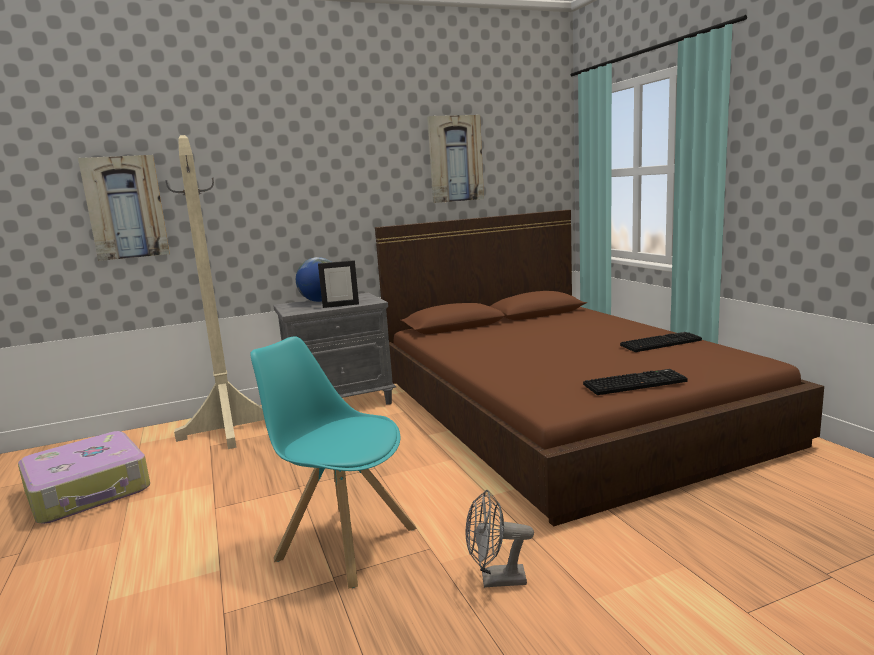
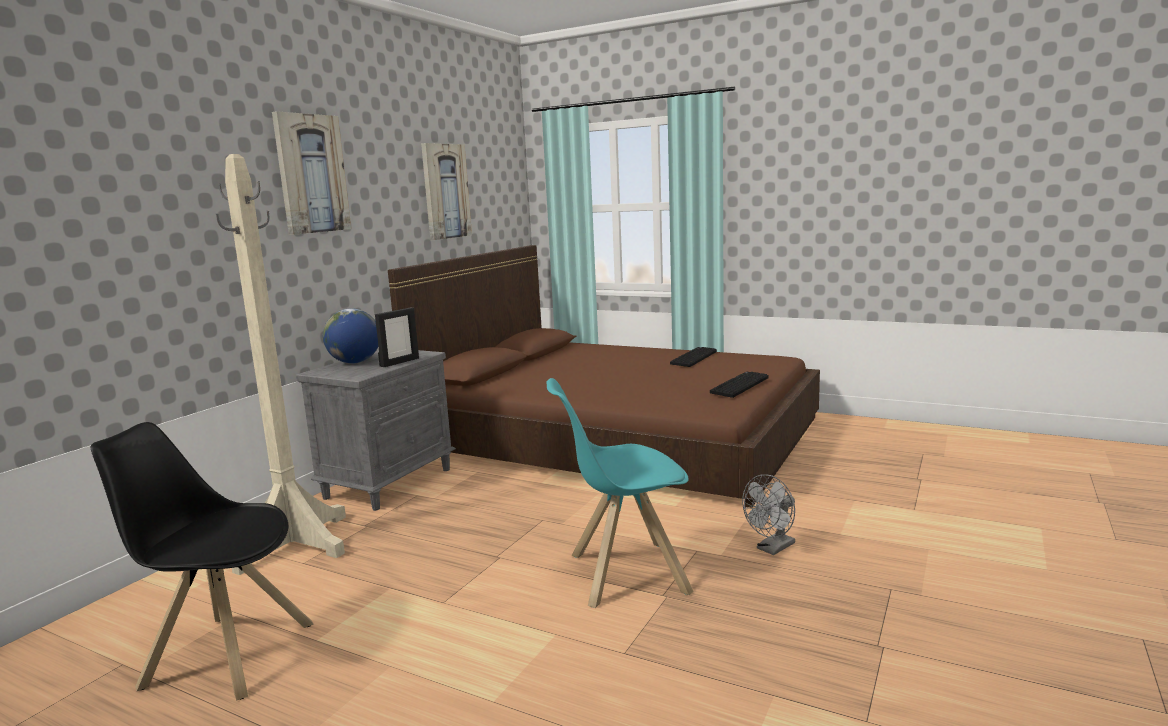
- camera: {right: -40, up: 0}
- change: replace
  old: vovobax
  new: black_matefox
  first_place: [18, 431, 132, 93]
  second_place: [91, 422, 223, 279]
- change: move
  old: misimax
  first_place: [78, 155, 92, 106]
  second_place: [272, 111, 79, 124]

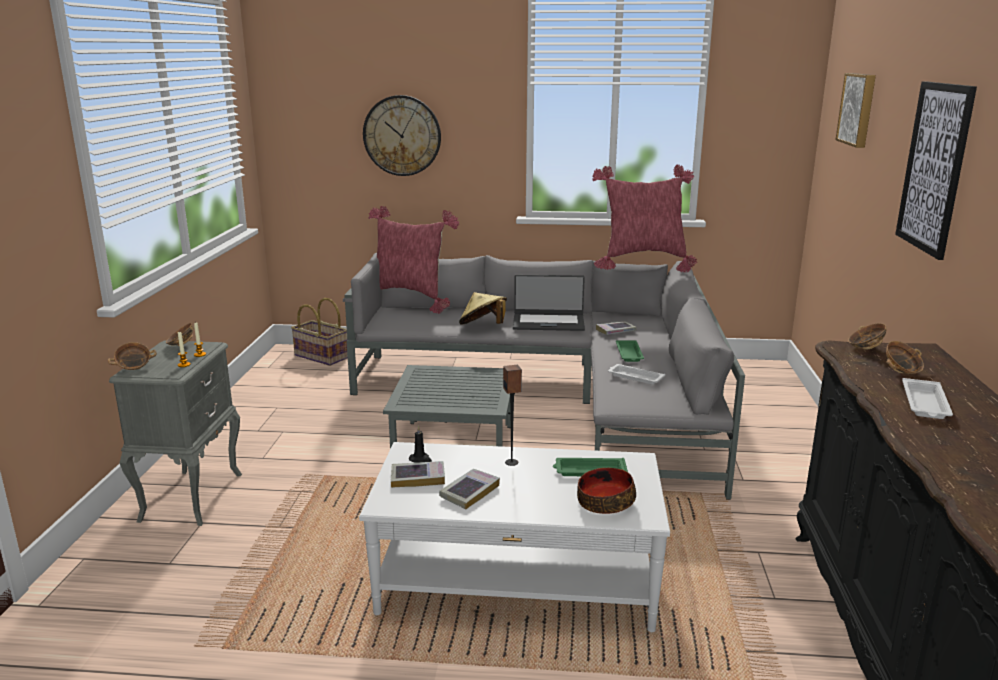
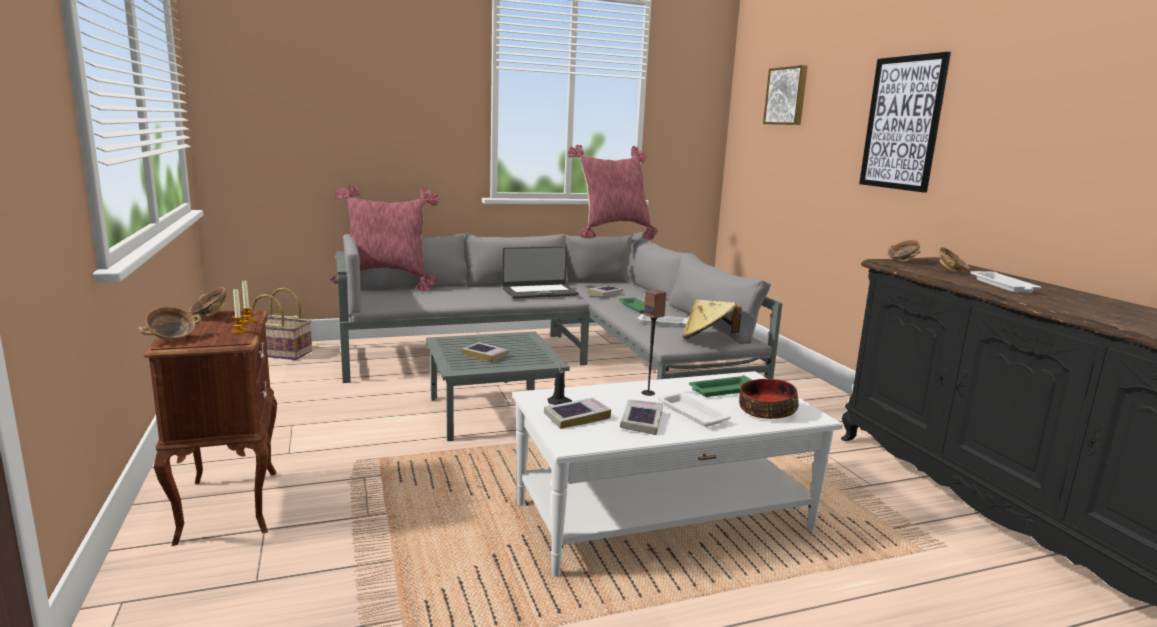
- camera: {right: -25, up: -5}
- change: recolor
  old: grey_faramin
  new: brown_faramin
  first_place: [109, 340, 133, 186]
  second_place: [144, 310, 133, 236]
- change: delete
  old: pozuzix
  first_place: [363, 95, 78, 81]
- change: move
  old: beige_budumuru
  first_place: [459, 292, 48, 33]
  second_place: [682, 300, 60, 39]
- change: insert
  new: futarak
  second_place: [462, 342, 47, 20]
- change: insert
  new: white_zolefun
  second_place: [658, 393, 73, 34]

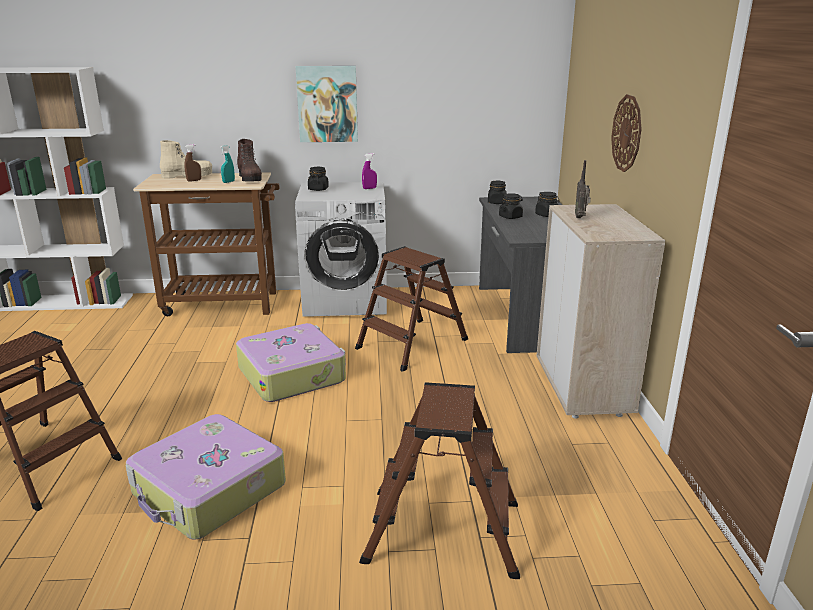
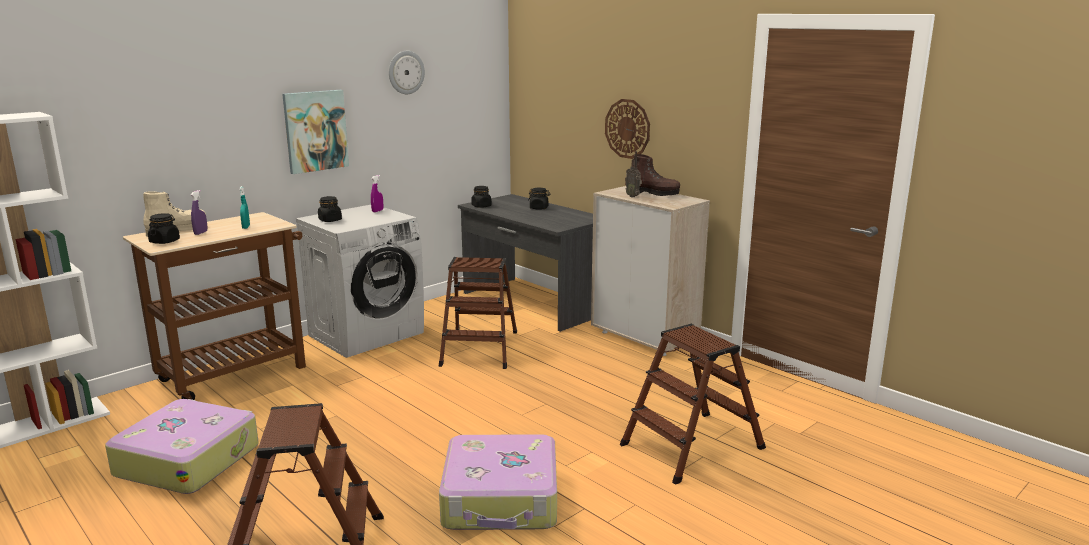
- camera: {right: -40, up: -5}
- change: recolor
  old: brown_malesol
  new: purple_malesol
  first_place: [185, 144, 16, 38]
  second_place: [191, 190, 16, 45]
- change: move
  old: vovobax
  first_place: [236, 323, 110, 79]
  second_place: [105, 399, 154, 95]
- change: move
  old: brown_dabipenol
  first_place: [237, 139, 25, 43]
  second_place: [633, 154, 47, 42]
- change: move
  old: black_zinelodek
  first_place: [499, 193, 24, 26]
  second_place: [148, 213, 32, 31]
- change: insert
  new: pozuzix
  second_place: [389, 51, 36, 43]

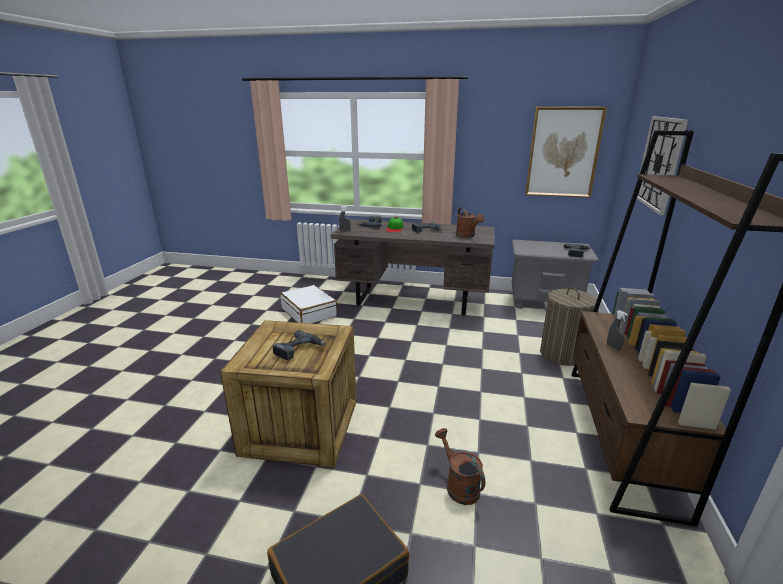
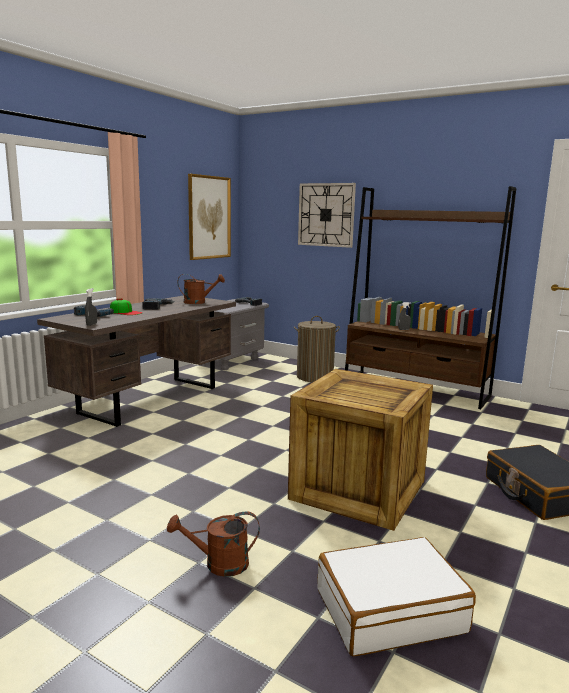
- camera: {right: -70, up: -10}
- change: delete
  old: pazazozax
  first_place: [272, 330, 54, 30]
- change: move
  old: white_vovobax
  first_place: [280, 285, 57, 38]
  second_place: [317, 537, 159, 120]
- change: move
  old: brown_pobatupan
  first_place: [435, 428, 50, 77]
  second_place: [167, 511, 93, 66]

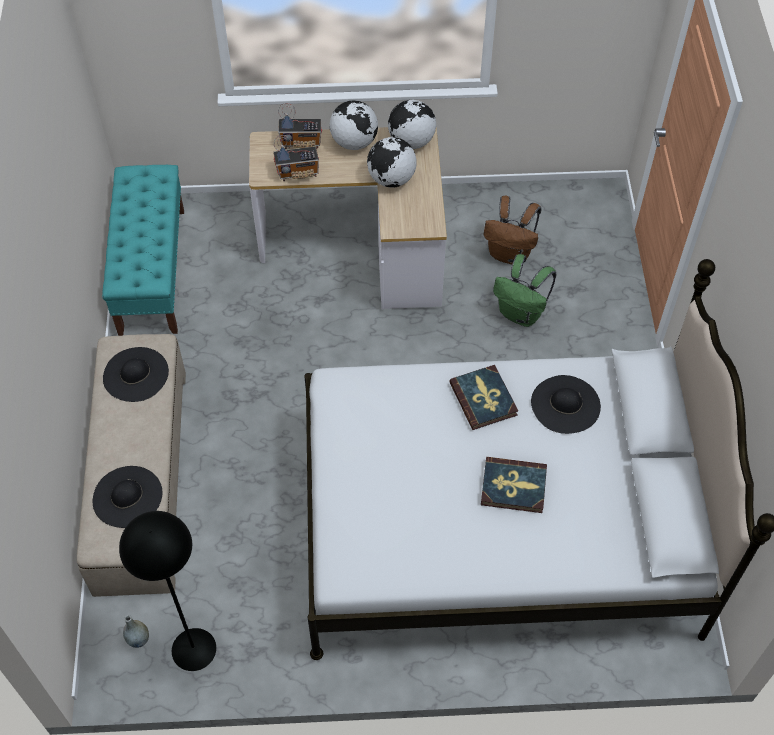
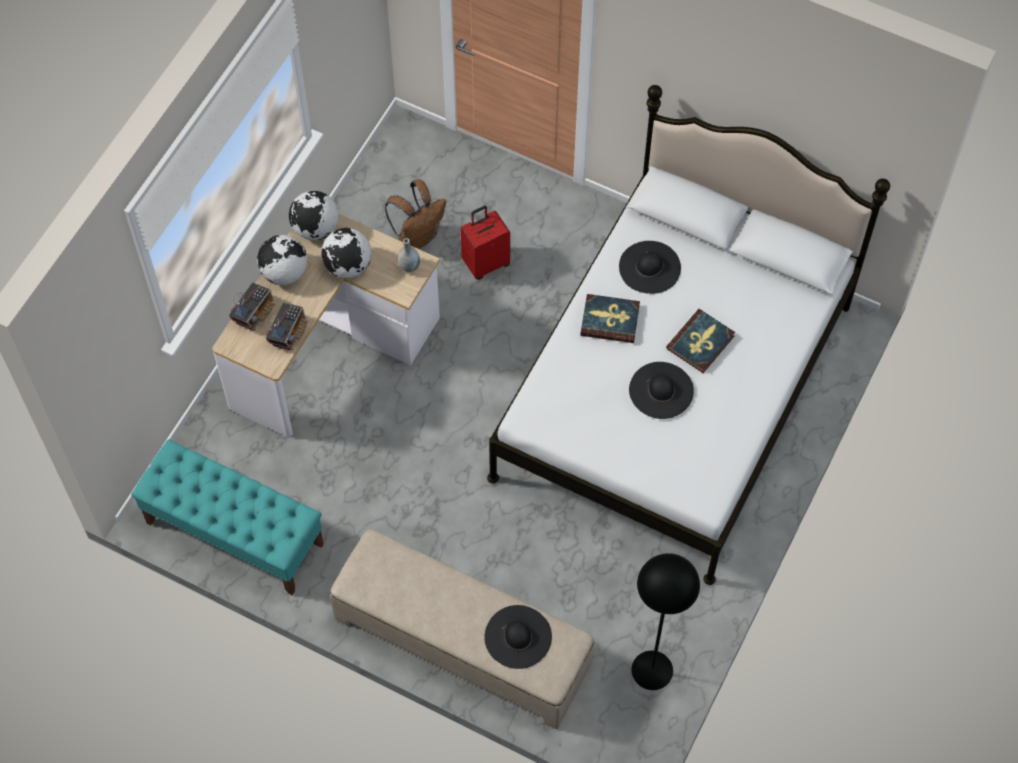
- camera: {right: -60, up: 5}
- change: move
  old: black_budumuru
  first_place: [103, 347, 66, 55]
  second_place: [629, 362, 65, 57]
- change: move
  old: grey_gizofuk
  first_place: [123, 615, 26, 33]
  second_place: [398, 238, 22, 34]
- change: replace
  old: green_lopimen
  new: red_vovobax
  first_place: [493, 254, 64, 73]
  second_place: [460, 206, 50, 74]

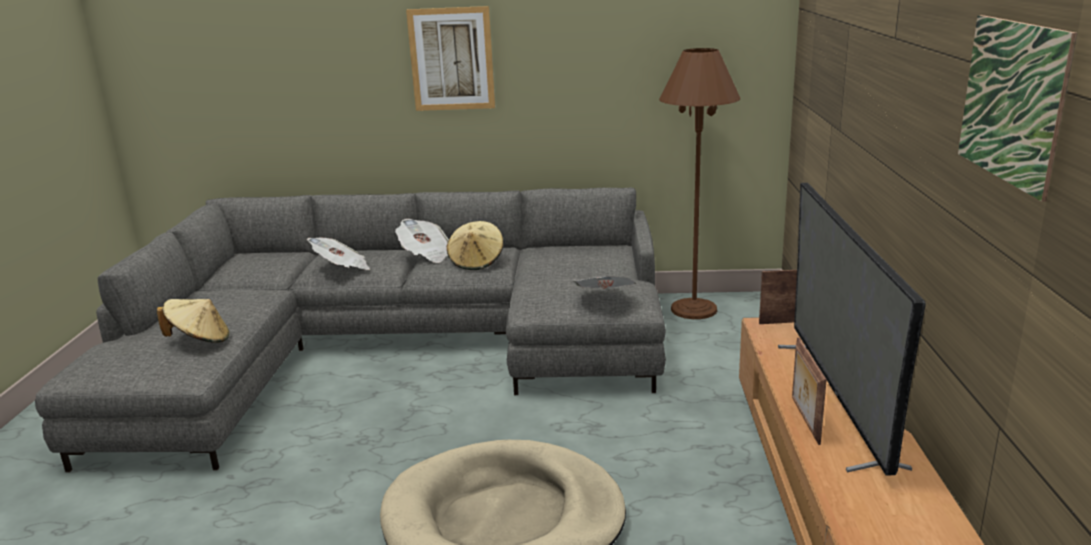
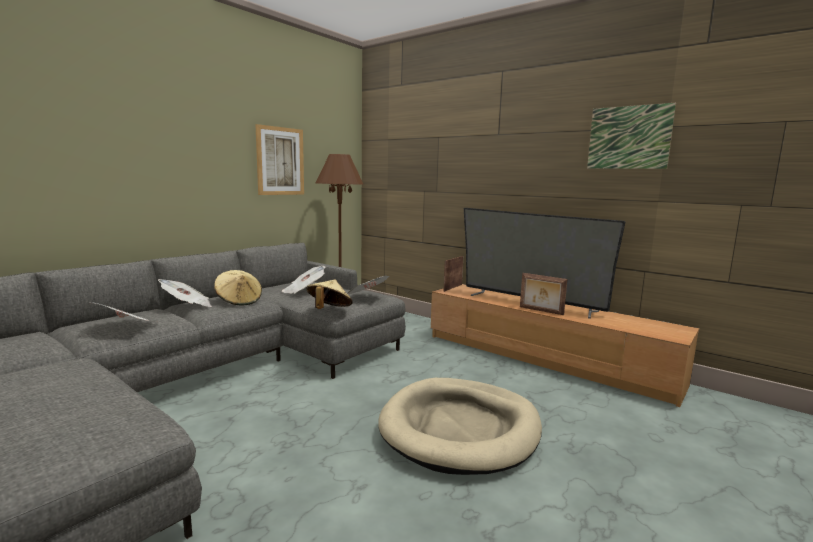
- camera: {right: -55, up: -10}
- change: move
  old: beige_budumuru
  first_place: [157, 299, 73, 44]
  second_place: [306, 280, 47, 29]
- change: move
  old: misimax
  first_place: [406, 6, 89, 105]
  second_place: [255, 124, 49, 71]
- change: insert
  new: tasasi
  second_place: [282, 266, 44, 28]

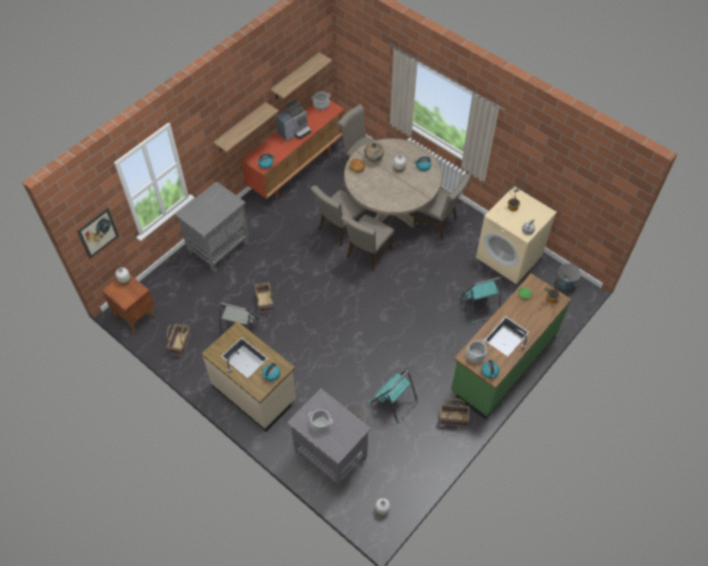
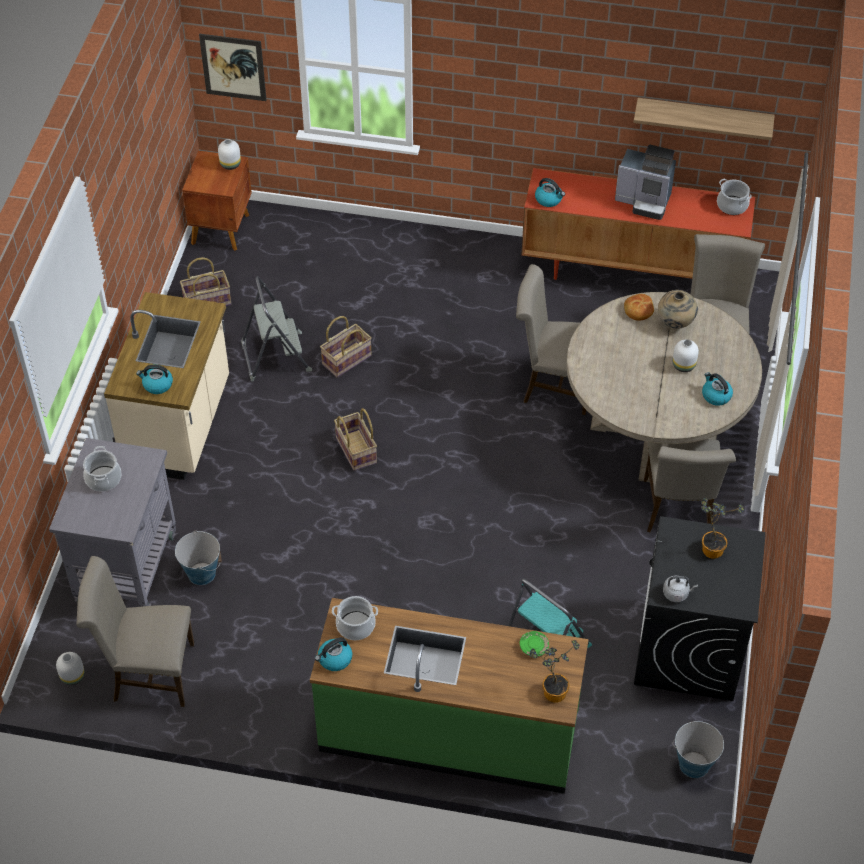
- camera: {right: 60, up: -5}
- change: delete
  old: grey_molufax
  first_place: [175, 181, 74, 91]
- change: delete
  old: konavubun
  first_place: [213, 102, 66, 51]
- change: move
  old: beige_matefox
  first_place: [341, 214, 53, 58]
  second_place: [77, 556, 117, 151]
- change: delete
  old: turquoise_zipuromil
  first_place: [369, 368, 49, 56]
- change: move
  old: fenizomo
  first_place: [439, 398, 31, 29]
  second_place: [334, 408, 43, 63]
- change: recolor
  old: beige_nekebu
  new: black_nekebu
  first_place: [476, 186, 81, 98]
  second_place: [634, 516, 132, 185]

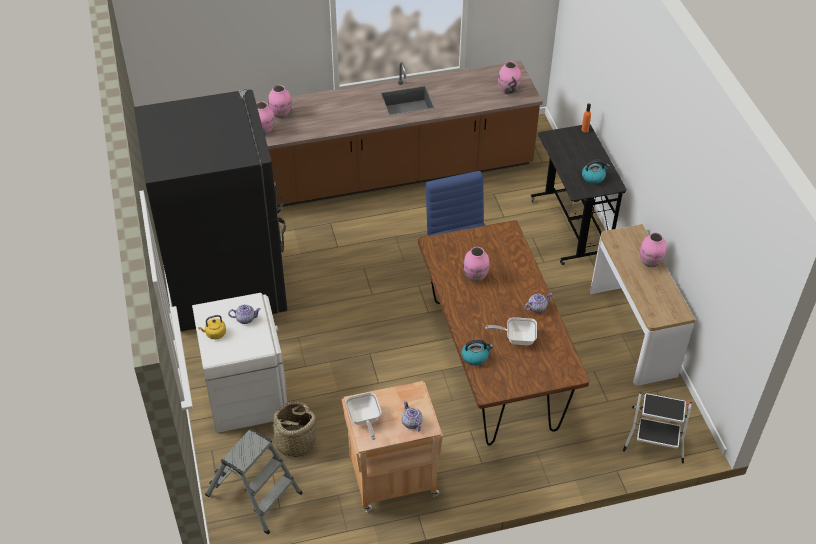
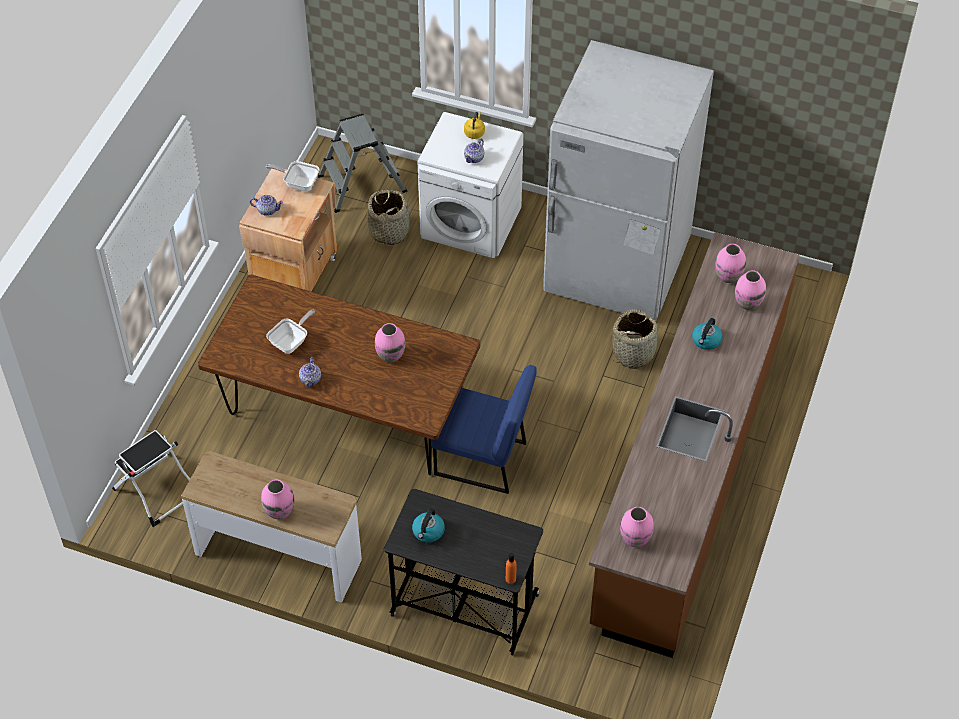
- camera: {right: 125, up: 5}
- change: recolor
  old: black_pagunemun
  new: white_pagunemun
  first_place: [134, 90, 153, 241]
  second_place: [543, 40, 171, 281]
- change: move
  old: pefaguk
  first_place: [462, 339, 31, 27]
  second_place: [692, 318, 31, 32]
- change: insert
  new: fenizomo
  second_place: [612, 309, 49, 60]

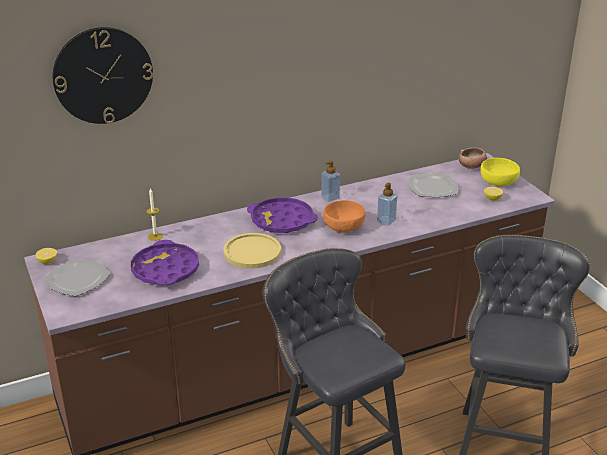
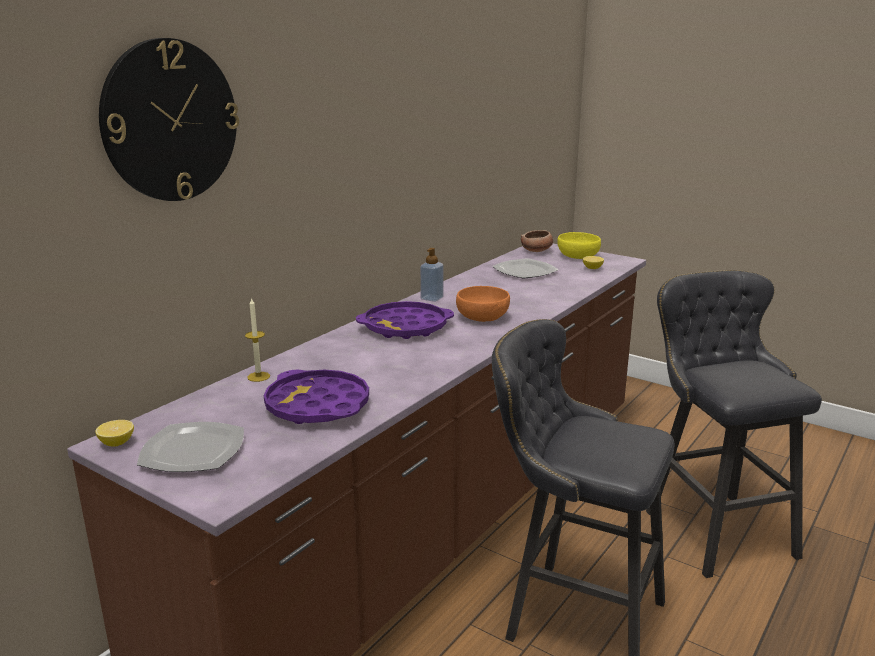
- camera: {right: -30, up: -10}
- change: delete
  old: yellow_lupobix
  first_place: [223, 233, 58, 36]
- change: delete
  old: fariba
  first_place: [377, 183, 20, 43]

